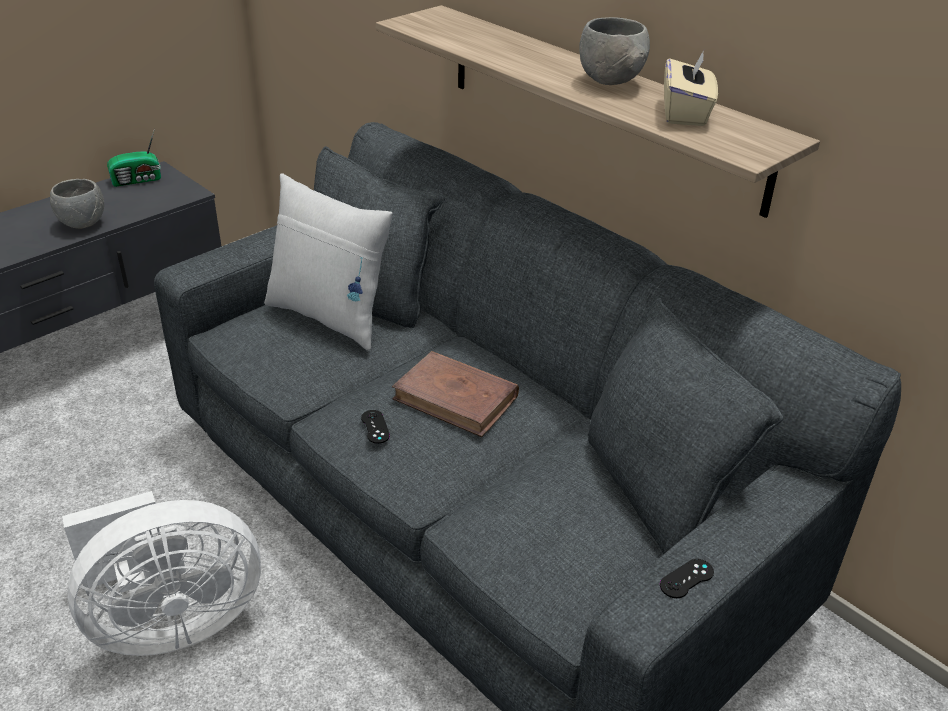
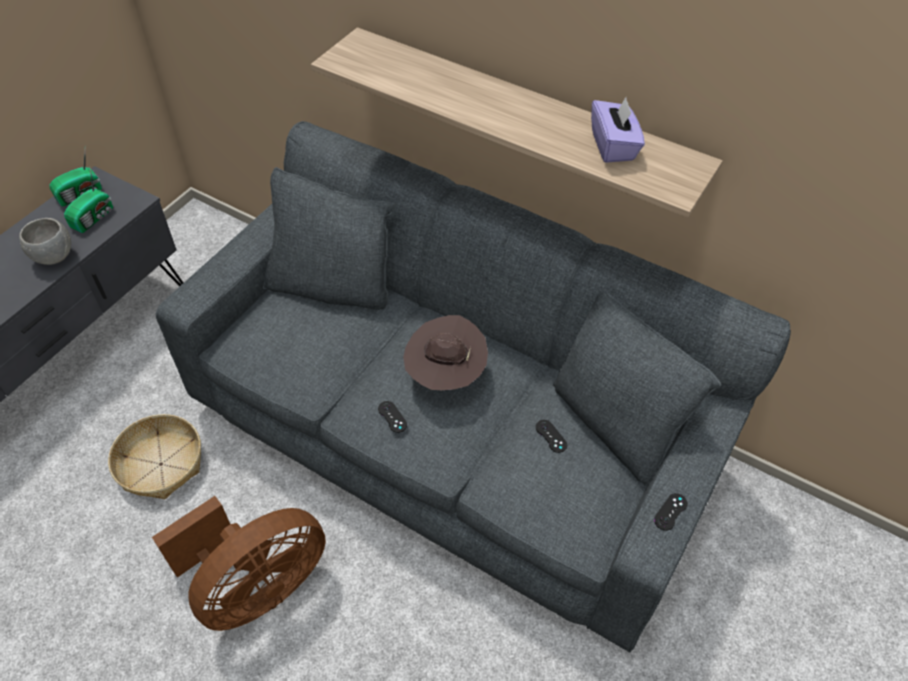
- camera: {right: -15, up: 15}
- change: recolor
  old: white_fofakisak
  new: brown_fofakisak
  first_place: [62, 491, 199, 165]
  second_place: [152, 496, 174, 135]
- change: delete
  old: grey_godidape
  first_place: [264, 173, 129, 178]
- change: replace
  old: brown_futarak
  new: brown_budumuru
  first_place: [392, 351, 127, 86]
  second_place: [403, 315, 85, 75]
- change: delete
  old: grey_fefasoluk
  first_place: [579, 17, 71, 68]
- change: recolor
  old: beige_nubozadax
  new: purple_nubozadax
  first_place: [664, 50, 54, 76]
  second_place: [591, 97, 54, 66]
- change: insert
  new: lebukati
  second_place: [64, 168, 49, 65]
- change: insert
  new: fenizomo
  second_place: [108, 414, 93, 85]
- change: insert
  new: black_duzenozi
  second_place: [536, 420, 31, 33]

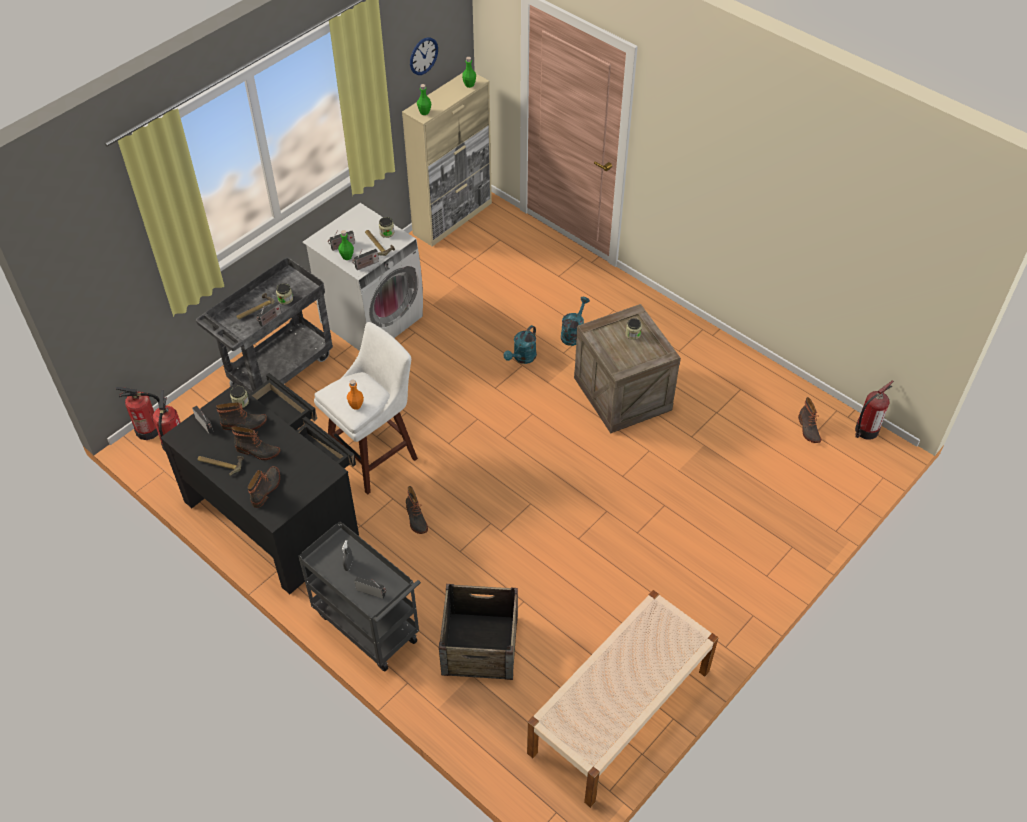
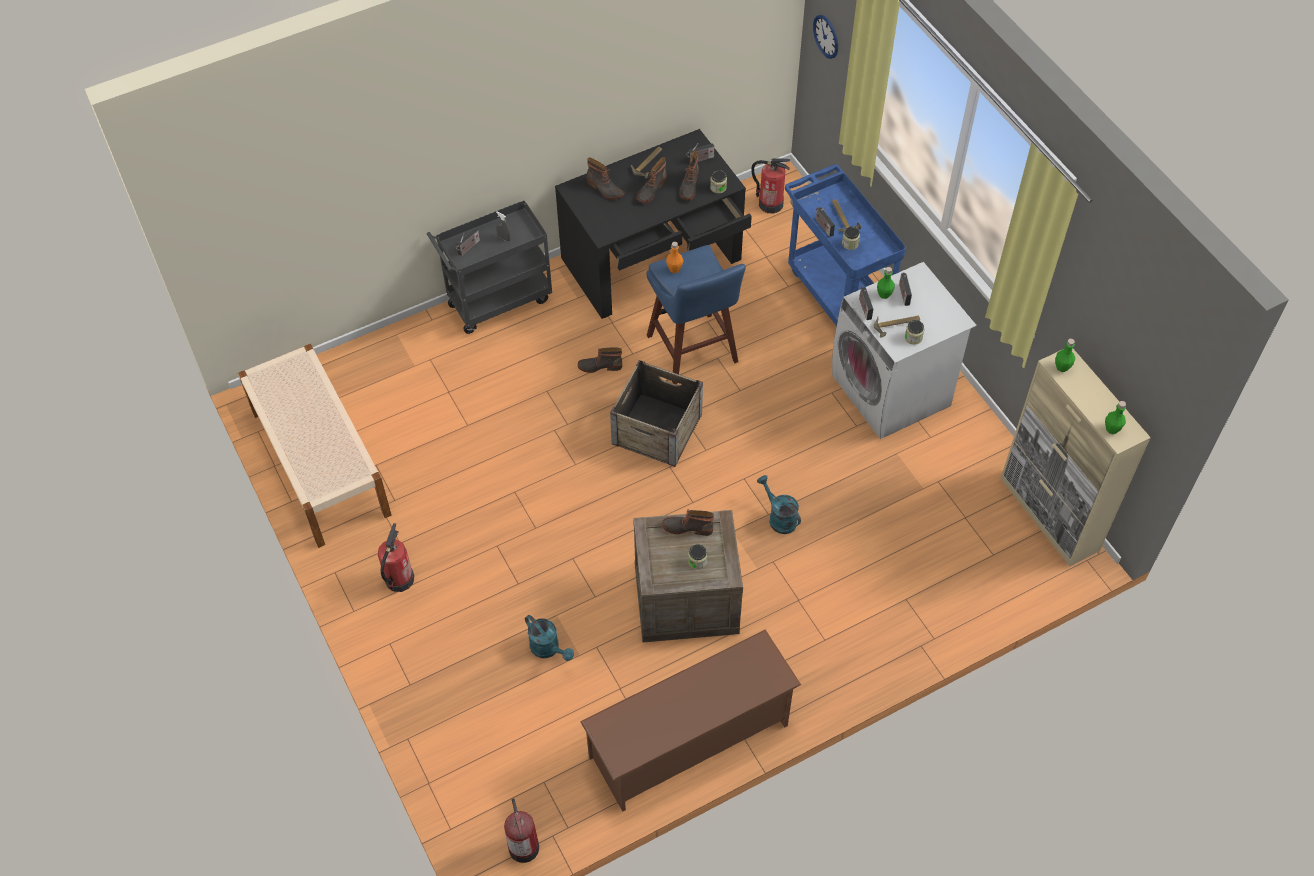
- camera: {right: 110, up: 5}
- change: move
  old: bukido
  first_place: [116, 387, 44, 53]
  second_place: [378, 523, 36, 69]
- change: recolor
  old: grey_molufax
  new: blue_molufax
  first_place: [196, 258, 137, 136]
  second_place: [785, 164, 121, 162]
- change: recolor
  old: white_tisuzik
  new: blue_tisuzik
  first_place: [314, 322, 104, 173]
  second_place: [646, 245, 100, 139]
- change: move
  old: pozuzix
  first_place: [410, 37, 28, 38]
  second_place: [813, 15, 25, 44]
- change: move
  old: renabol
  first_place: [439, 584, 79, 96]
  second_place: [610, 360, 93, 107]
- change: move
  old: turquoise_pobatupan
  first_place: [561, 297, 29, 49]
  second_place: [525, 615, 49, 46]
- change: move
  old: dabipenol
  first_place: [798, 397, 23, 46]
  second_place: [662, 509, 52, 27]
- change: insert
  new: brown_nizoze
  second_place: [580, 630, 221, 182]

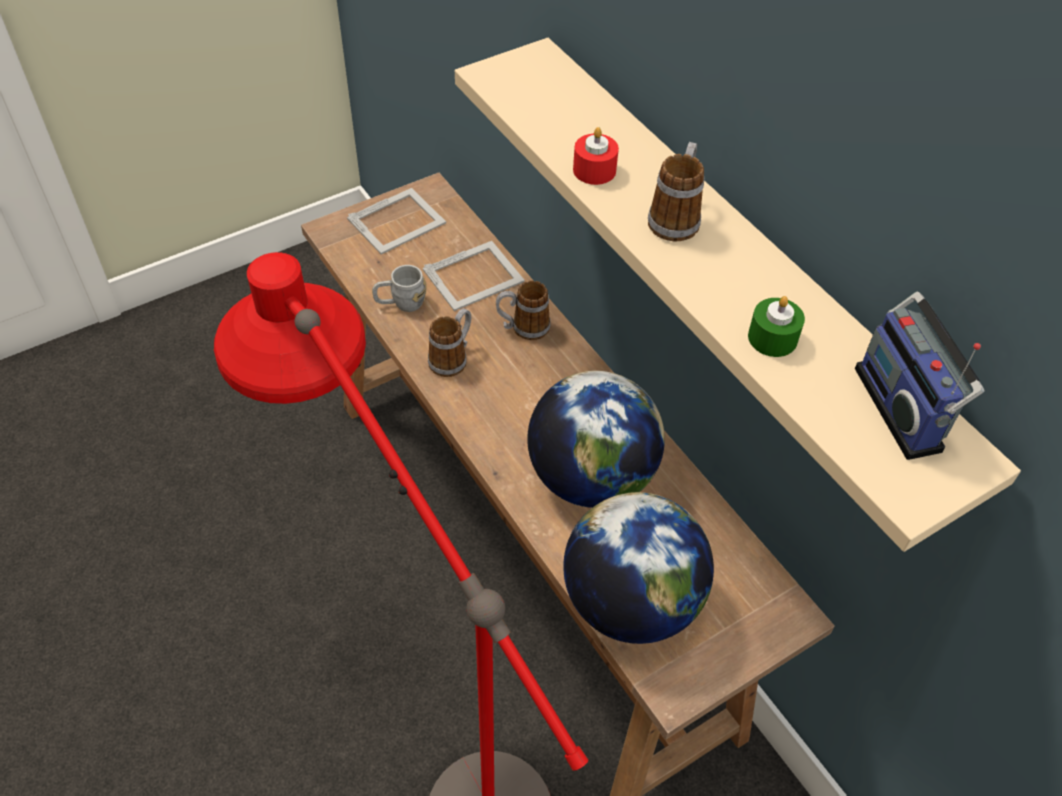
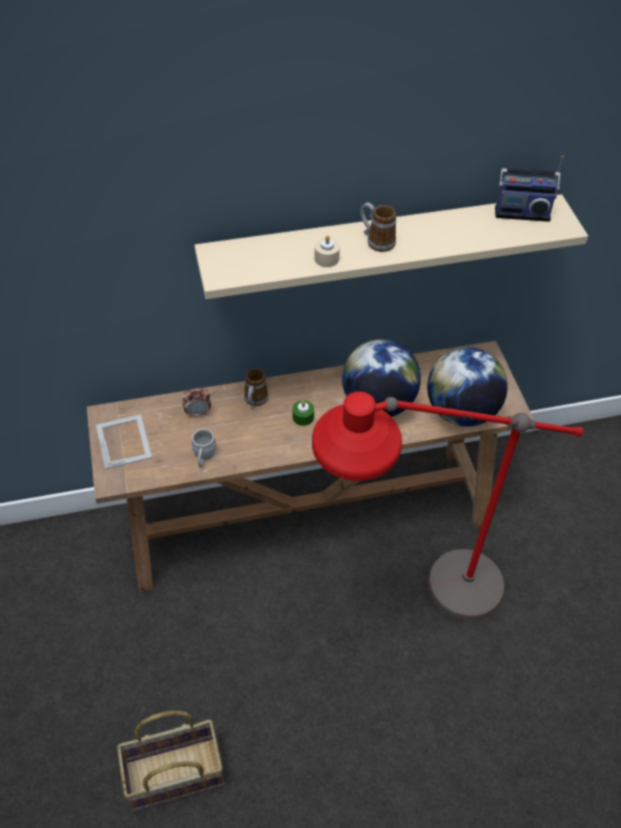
- camera: {right: -70, up: 0}
- change: replace
  old: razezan
  new: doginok
  first_place: [423, 241, 102, 70]
  second_place: [182, 388, 29, 29]
- change: delete
  old: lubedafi
  first_place: [428, 308, 43, 69]
- change: recolor
  old: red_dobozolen
  new: beige_dobozolen
  first_place: [573, 127, 46, 58]
  second_place: [314, 235, 26, 32]
- change: move
  old: green_dobozolen
  first_place: [748, 296, 57, 61]
  second_place: [293, 400, 21, 26]
- change: insert
  new: fenizomo
  second_place: [117, 711, 107, 101]

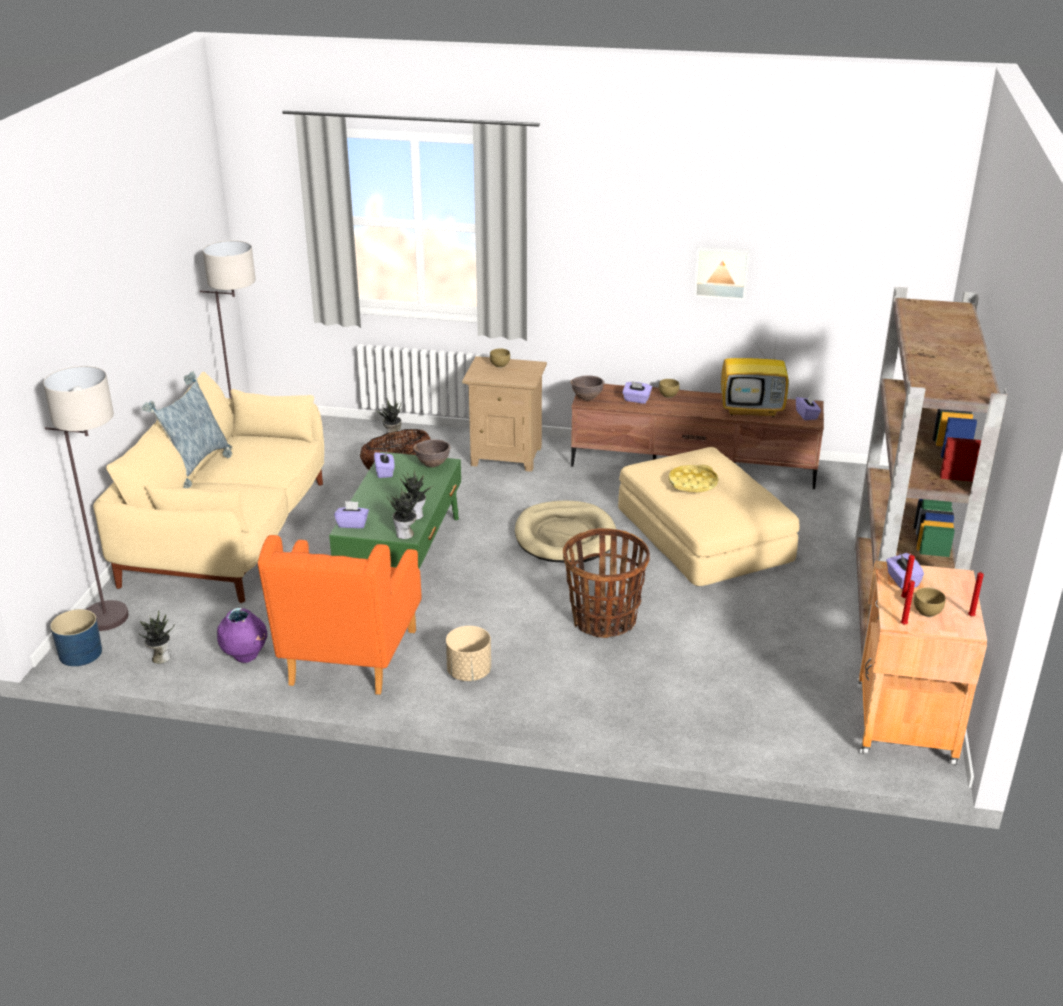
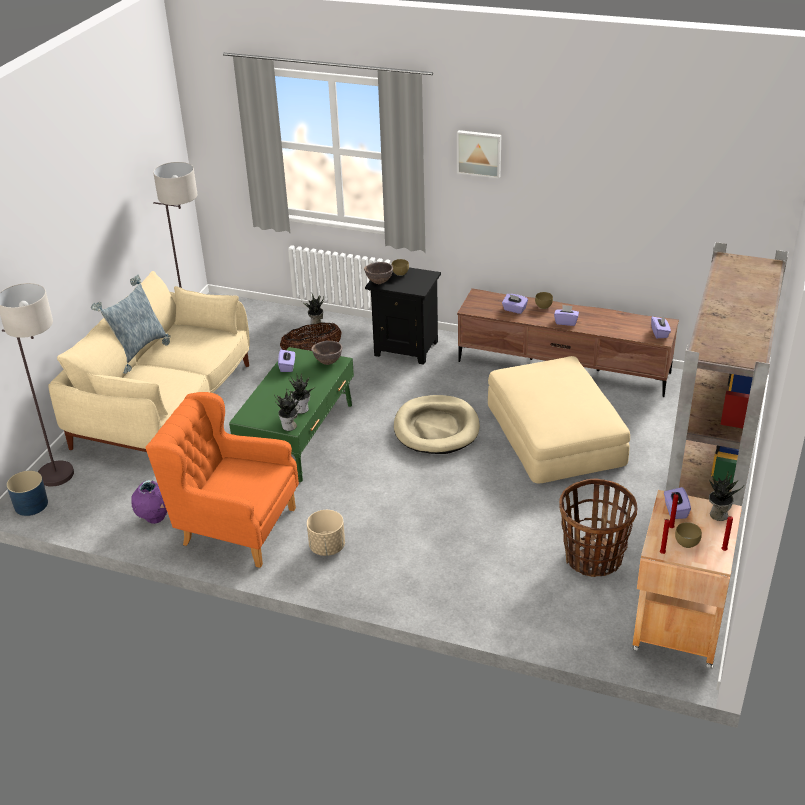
- camera: {right: 10, up: 5}
- change: move
  old: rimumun
  first_place: [139, 610, 35, 54]
  second_place: [709, 471, 35, 50]
- change: rotate
  old: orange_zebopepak
  first_place: [258, 535, 164, 160]
  second_place: [145, 392, 154, 176]
  degrees: 90
- change: move
  old: purple_nubozadax
  first_place: [334, 501, 35, 27]
  second_place: [554, 305, 25, 21]
- change: recolor
  old: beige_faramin
  new: black_faramin
  first_place: [462, 356, 85, 116]
  second_place: [365, 267, 76, 98]
- change: move
  old: fenizomo
  first_place: [563, 528, 87, 110]
  second_place: [559, 479, 78, 98]
- change: move
  old: brown_fefasoluk
  first_place: [570, 376, 34, 25]
  second_place: [364, 262, 29, 22]
- change: delete
  old: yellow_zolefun
  first_place: [669, 465, 49, 27]
- change: move
  old: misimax
  first_place: [694, 246, 56, 54]
  second_place: [457, 130, 44, 48]
- change: delete
  old: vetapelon
  first_place: [721, 333, 68, 84]

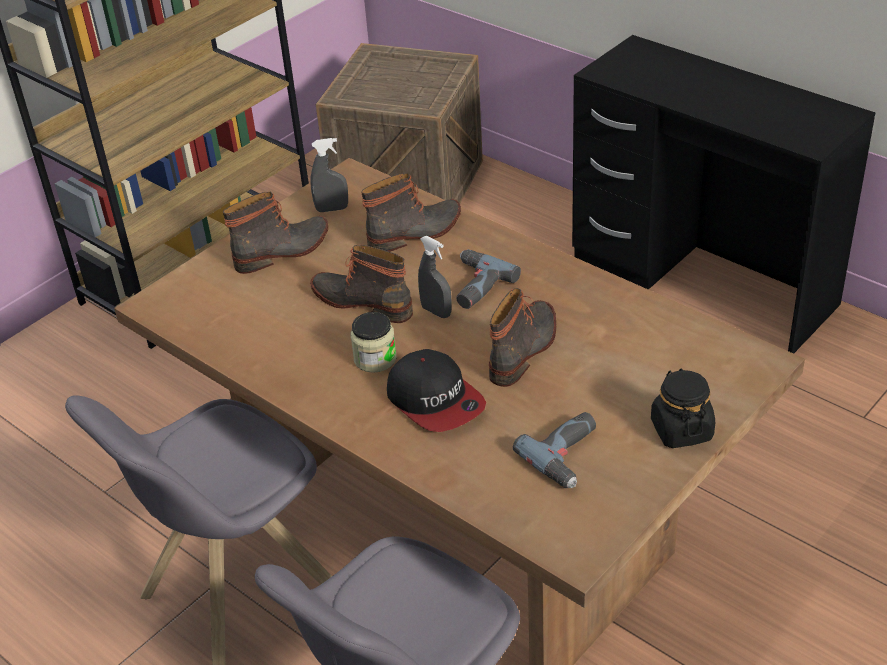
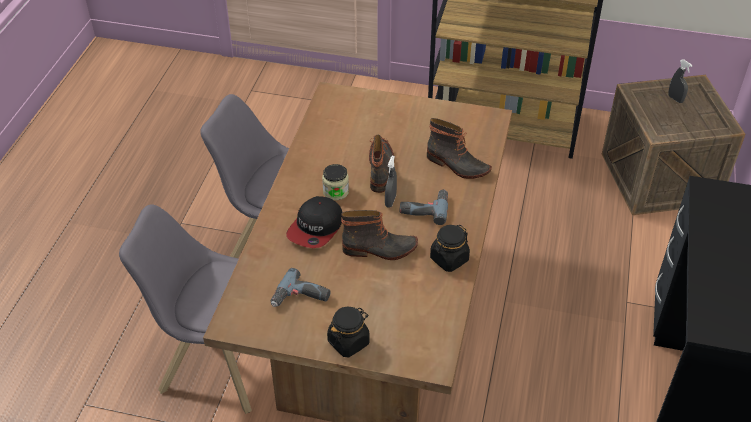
- camera: {right: 60, up: 5}
- change: delete
  old: dabipenol
  first_place: [223, 192, 105, 82]
- change: move
  old: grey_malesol
  first_place: [310, 138, 38, 74]
  second_place: [668, 59, 25, 44]
- change: insert
  new: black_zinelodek
  second_place: [430, 225, 40, 47]

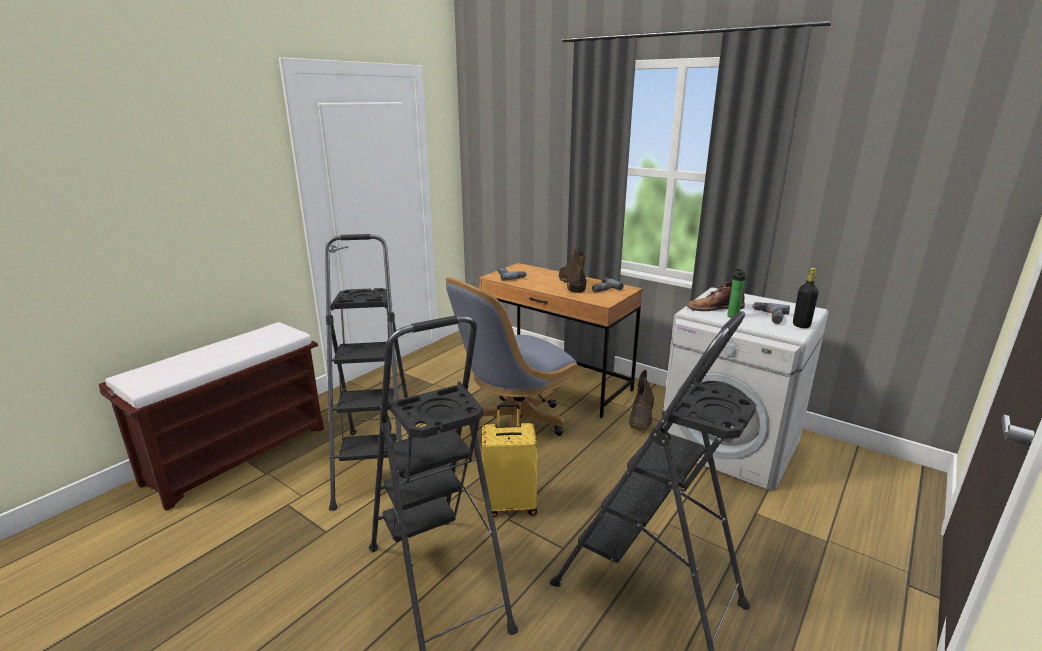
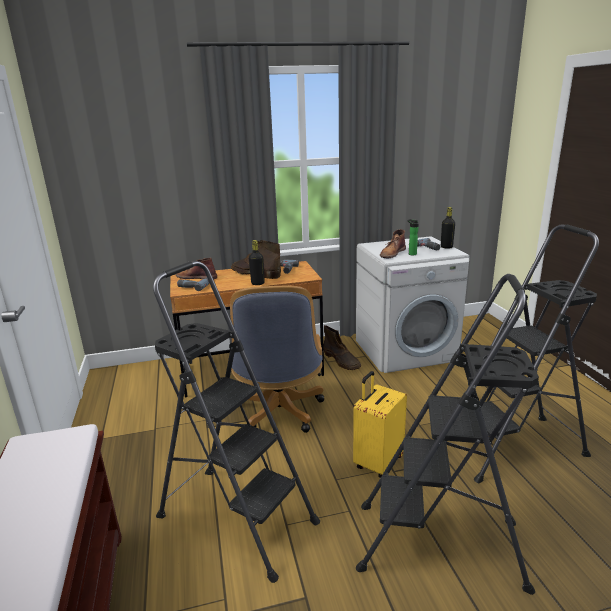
- camera: {right: -50, up: 0}
- change: insert
  new: brown_dabipenol
  second_place: [176, 258, 41, 22]
- change: insert
  new: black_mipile
  second_place: [249, 240, 16, 45]

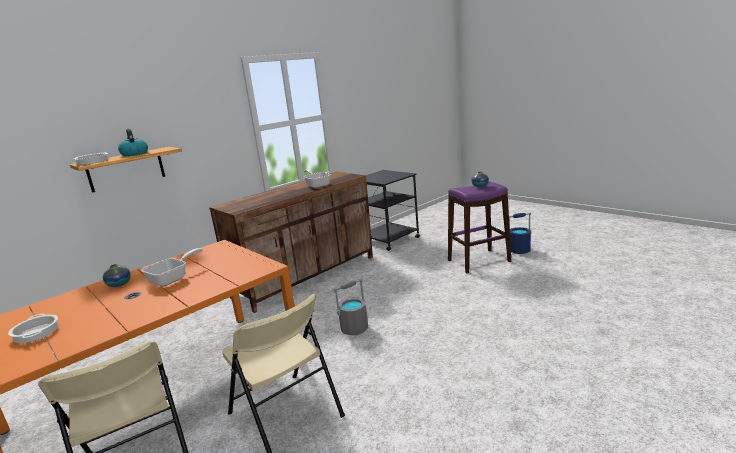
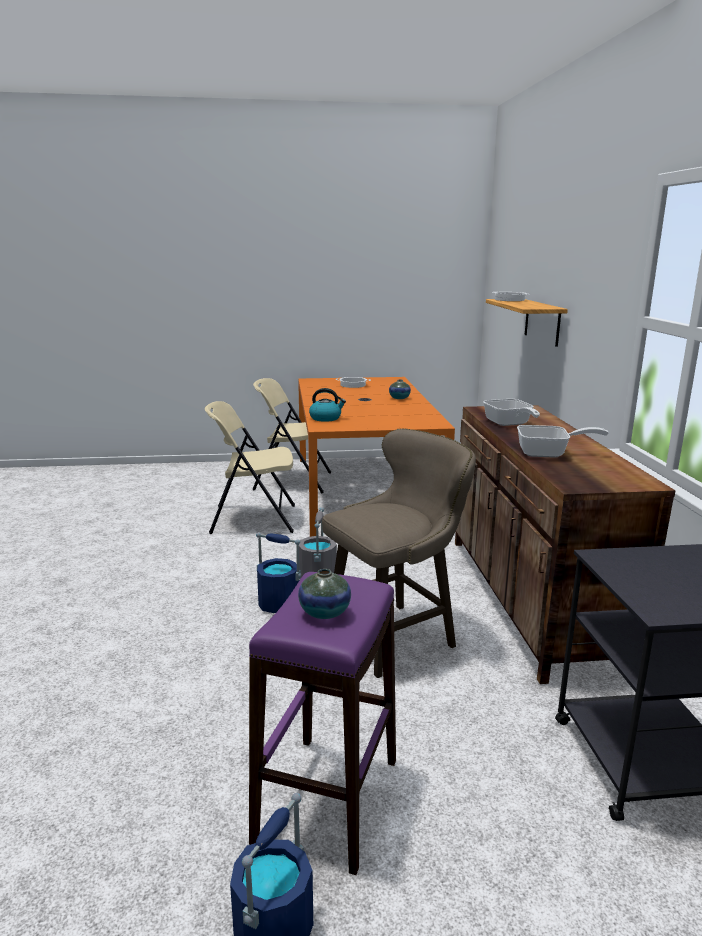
- camera: {right: 125, up: 0}
- change: move
  old: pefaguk
  first_place: [118, 128, 30, 28]
  second_place: [309, 388, 37, 34]
- change: move
  old: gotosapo
  first_place: [141, 248, 62, 38]
  second_place: [483, 399, 57, 27]
- change: insert
  new: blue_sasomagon
  second_place: [256, 532, 45, 81]
- change: insert
  new: beige_tisuzik
  second_place: [322, 428, 154, 250]

